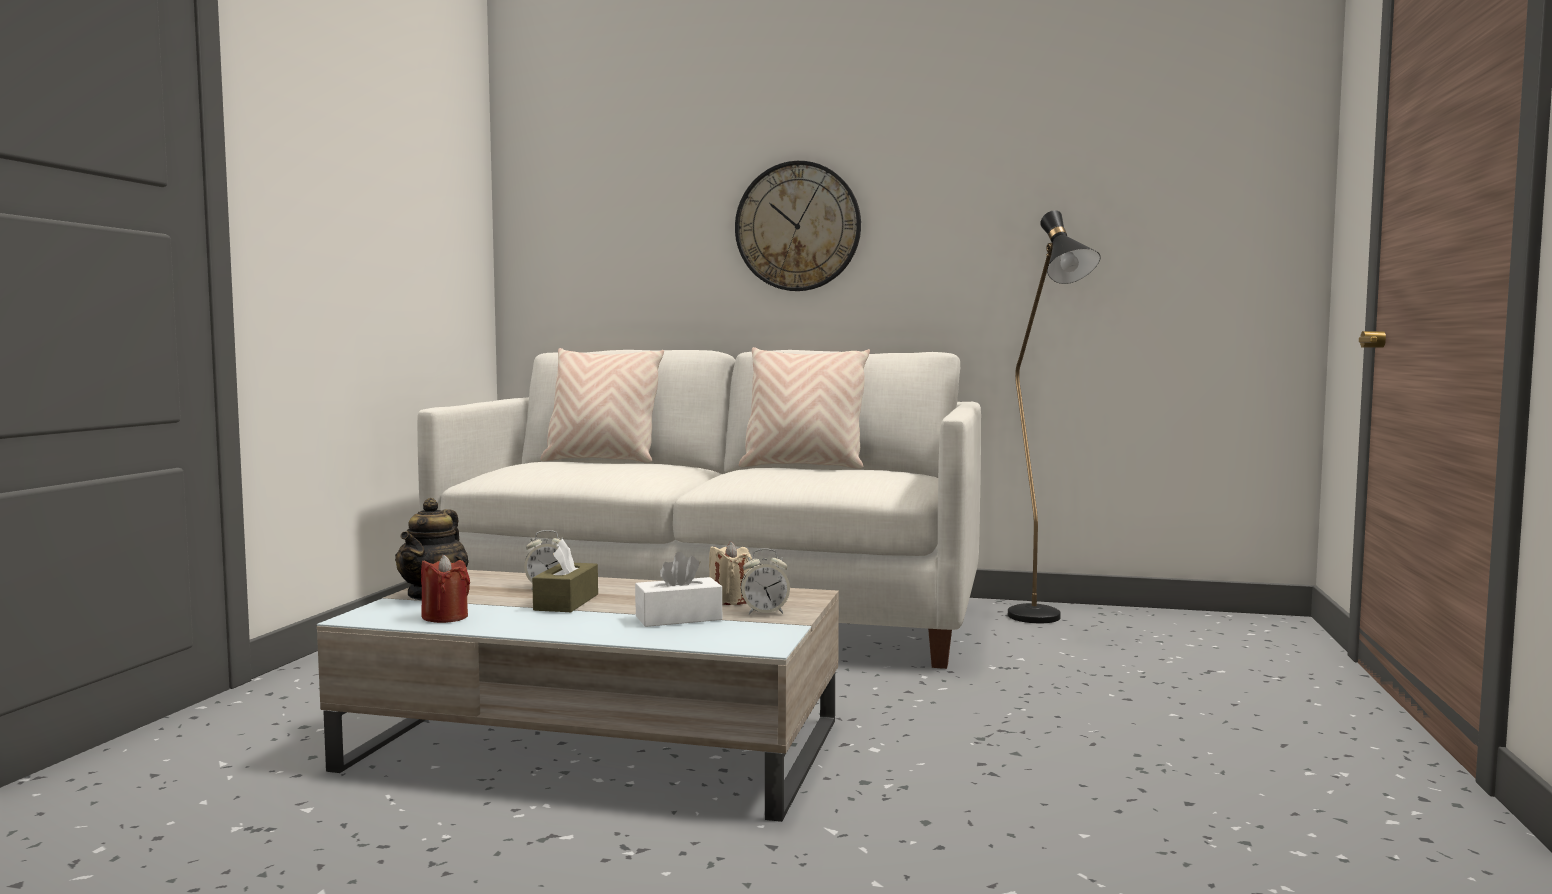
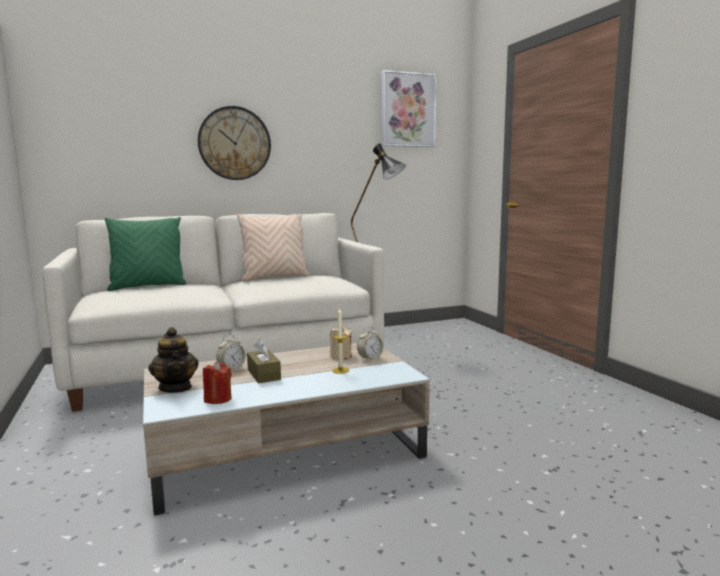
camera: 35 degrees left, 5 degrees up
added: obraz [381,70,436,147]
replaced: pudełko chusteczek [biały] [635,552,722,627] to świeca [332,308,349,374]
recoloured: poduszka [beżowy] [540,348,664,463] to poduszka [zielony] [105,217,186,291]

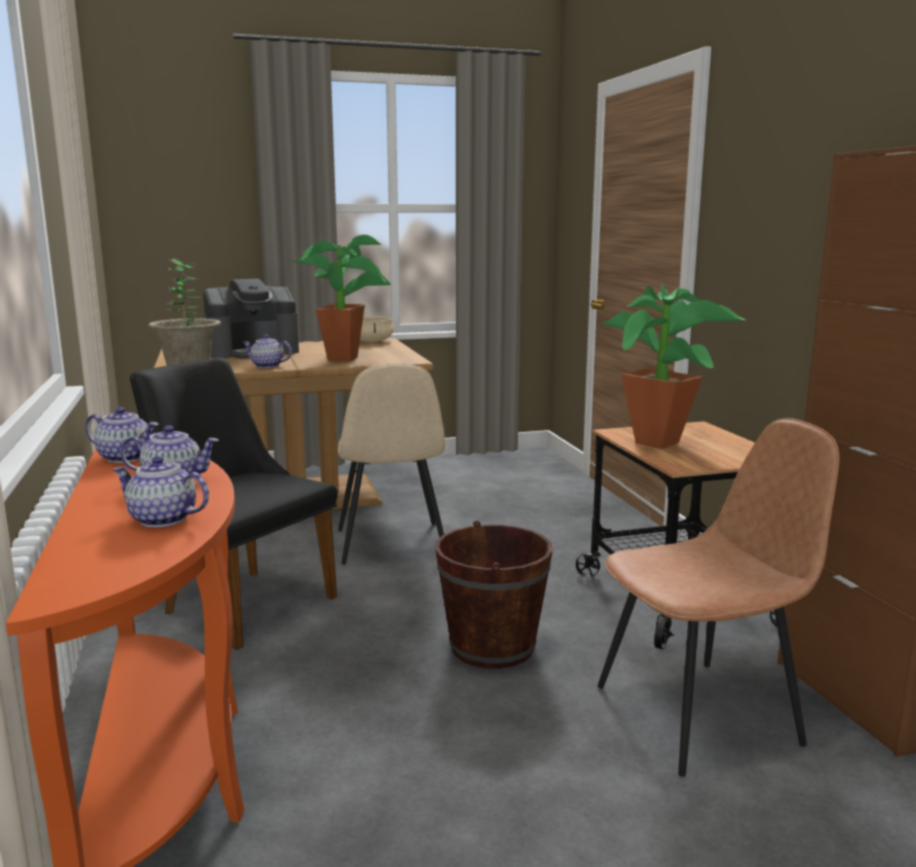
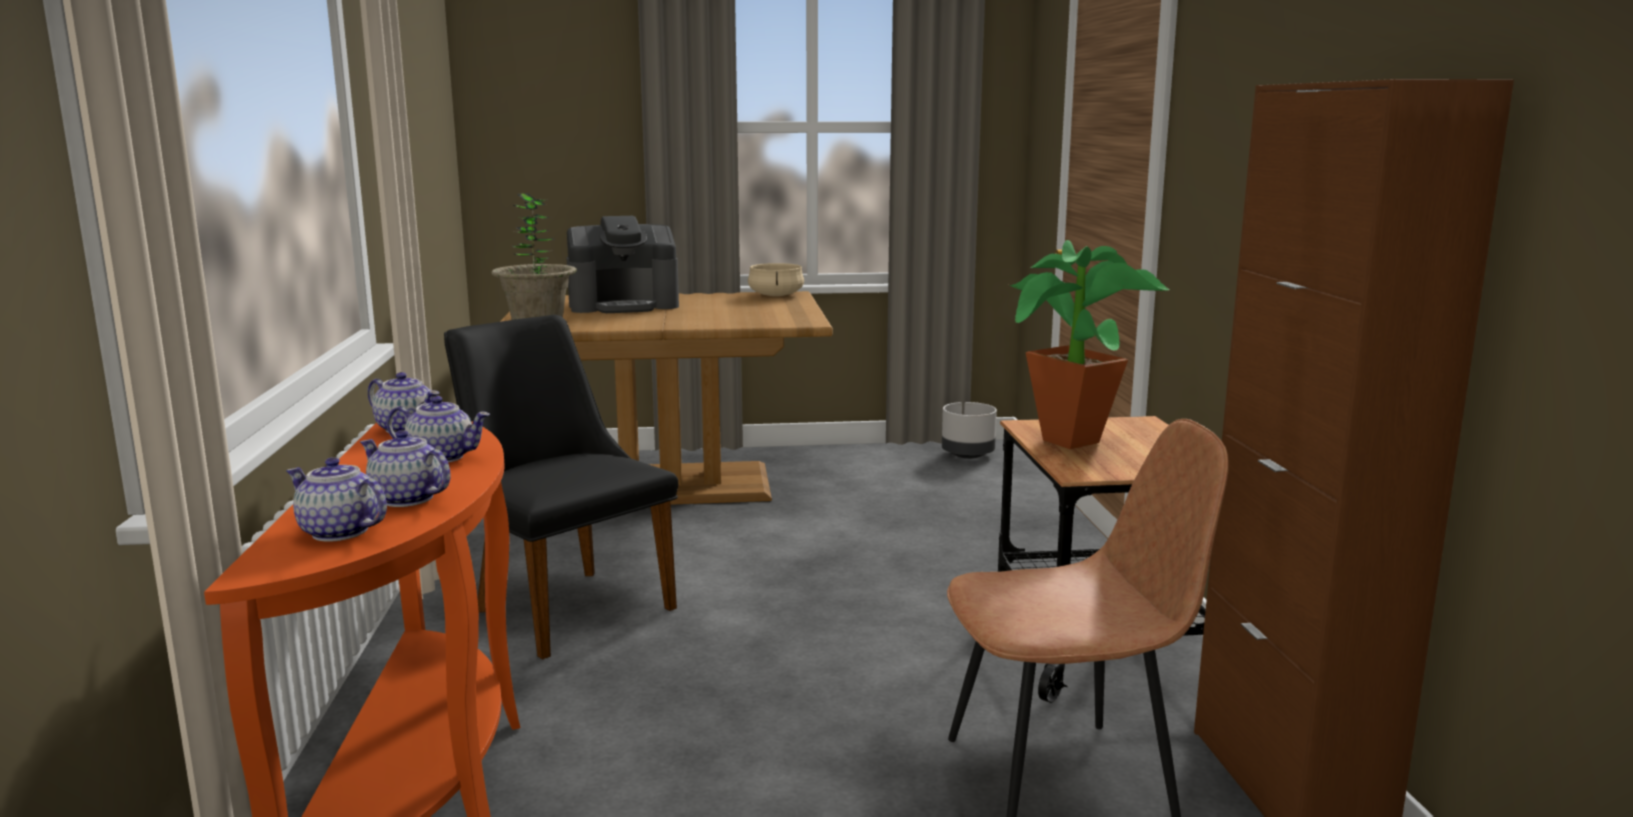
camera: 10 degrees right, 0 degrees up
removed: roślina doniczkowa [293,235,391,361]; krzesło [beżowy] [338,363,445,565]; wiadro [brązowy] [435,520,553,669]
added: donica [szary] [942,402,997,459]
moved: imbryk [242,334,292,368] to [286,457,387,542]

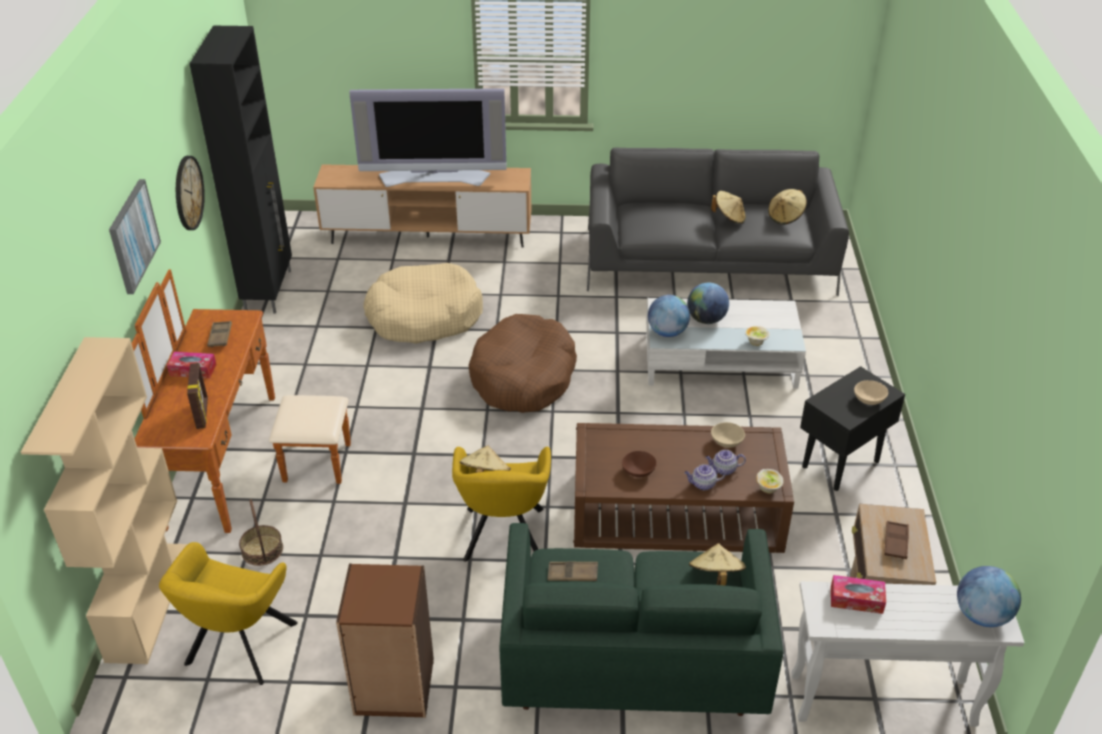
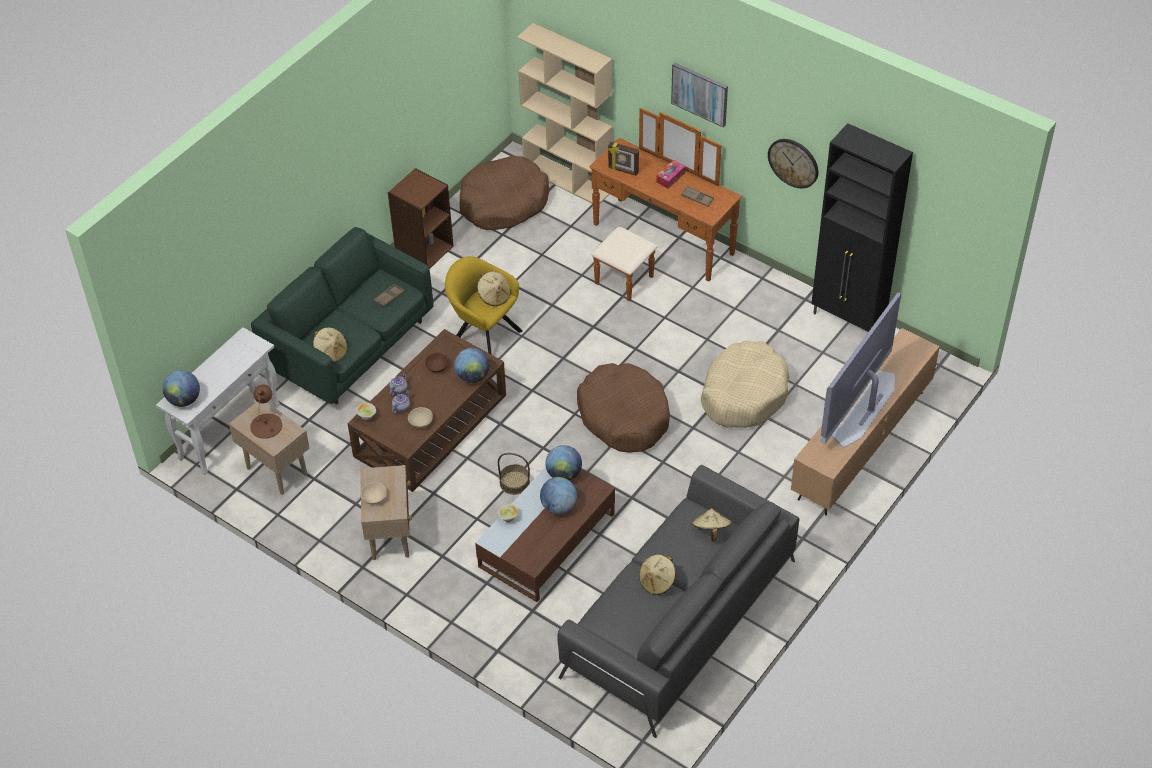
camera: 125 degrees right, 10 degrees up
removed: pudełko chusteczek [831,575,886,614]
added: globus [454,348,490,383]
moved: kapelusz [beżowy] [768,189,807,225] to [692,508,732,542]; koszyk [239,499,283,566] to [498,453,530,495]
replaced: taca [brązowy] [884,521,909,559] to lampa stołowa [brązowy] [250,385,282,439]; fotel [żółty] [159,542,298,685] to legowisko [brązowy] [460,156,550,230]
recoloured: ława [biały] [646,298,806,389] to ława [brązowy] [475,467,615,602]; stolik [czarny] [800,366,905,491] to stolik [beżowy] [360,465,412,560]

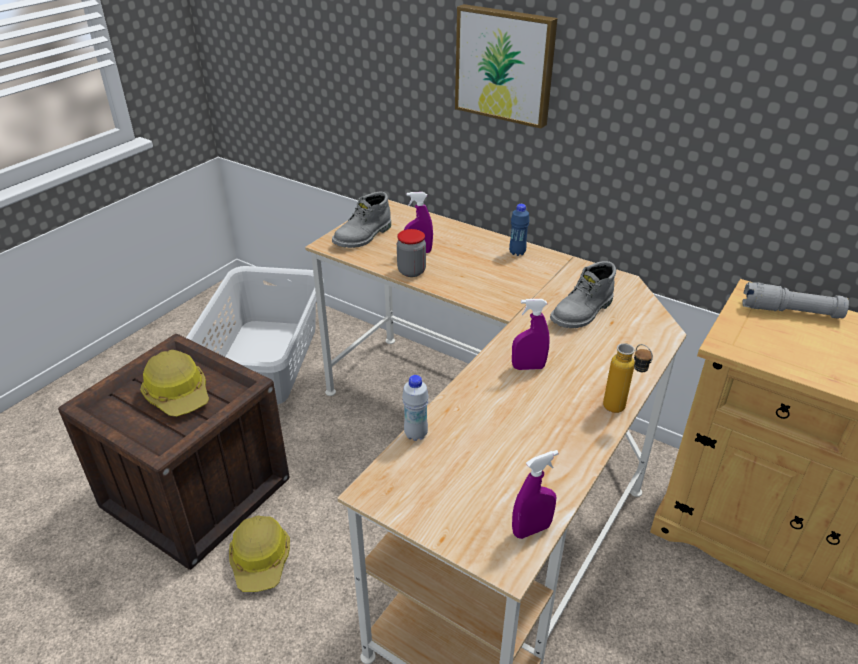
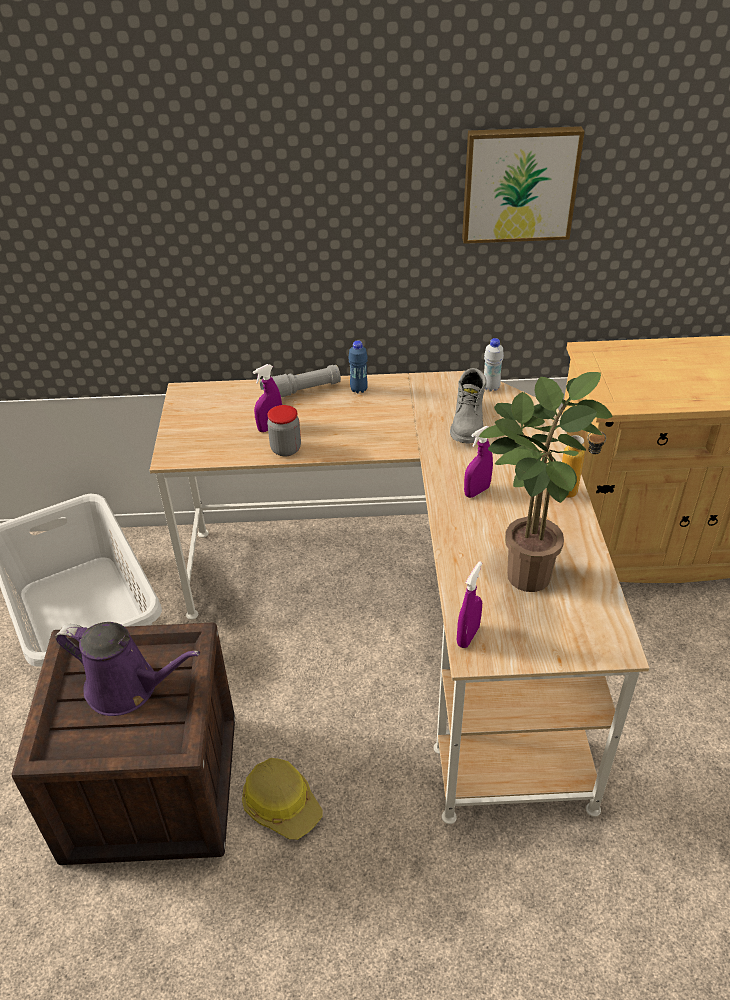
camera: 35 degrees left, 5 degrees up
removed: but z cholewką [szary] [332,192,391,248]
added: roślina doniczkowa [479,372,613,592]
moved: obraz [455,4,558,128] to [462,126,585,244]; latarka [szary] [742,282,849,319] to [260,365,341,397]; butelka [biały] [402,375,429,441] to [484,338,504,392]; spryskiwacz [fioletowy] [512,450,559,539] to [457,561,482,648]
replaced: kask [140,350,209,417] to konewka [fioletowy] [55,622,200,716]

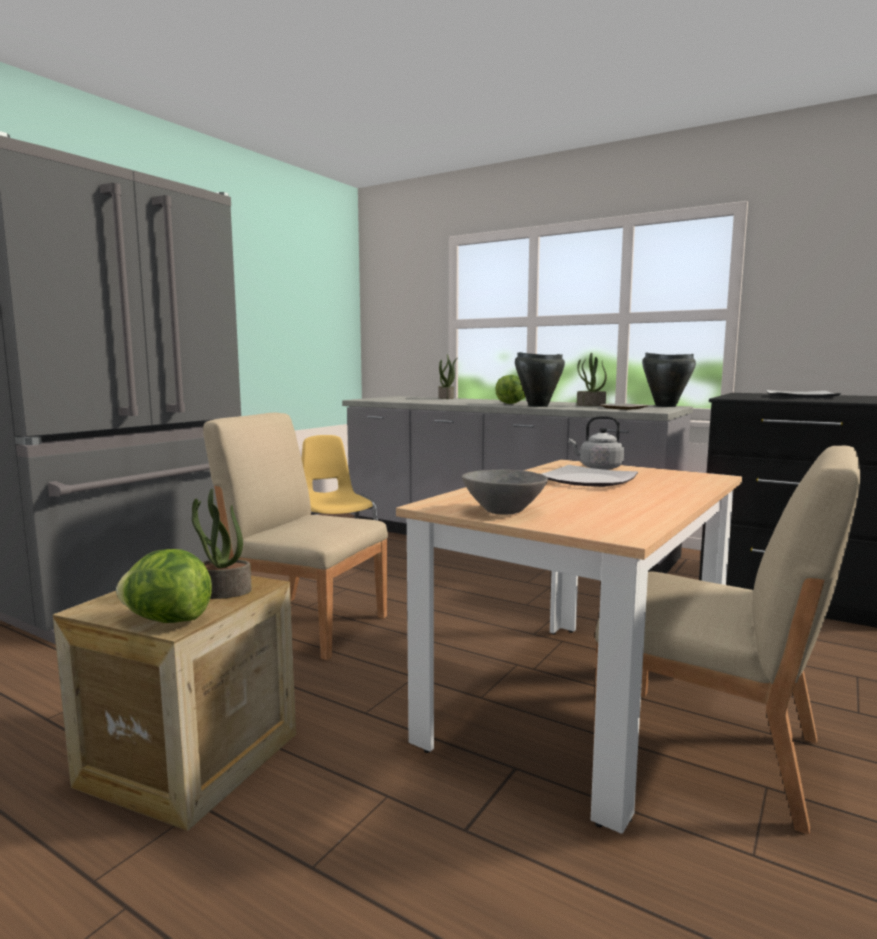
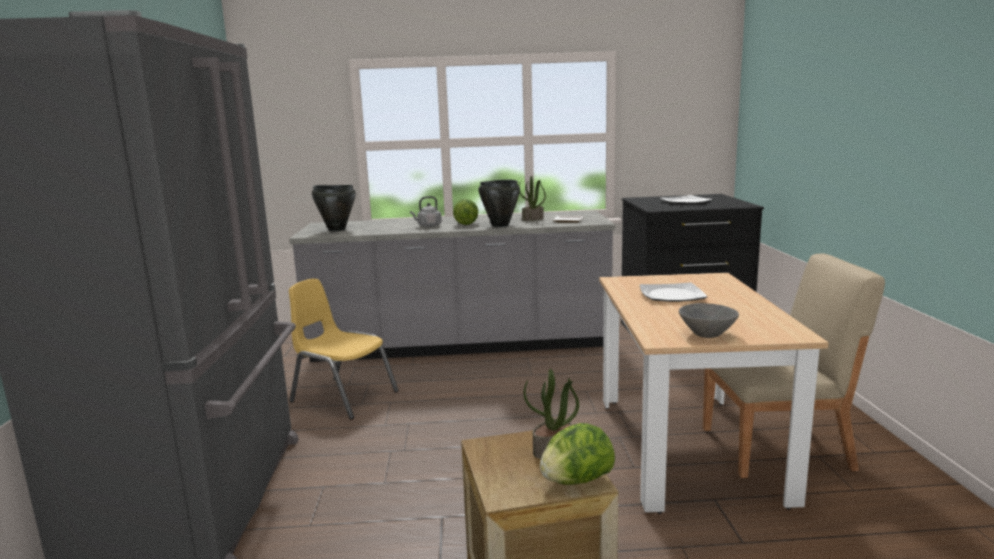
camera: 35 degrees left, 5 degrees up
removed: roślina doniczkowa [438,354,458,399]; krzesło [beżowy] [203,413,388,660]
moved: garnek [czarny] [642,353,696,407] to [312,185,356,231]; czajnik [szary] [569,416,624,470] to [410,196,442,227]

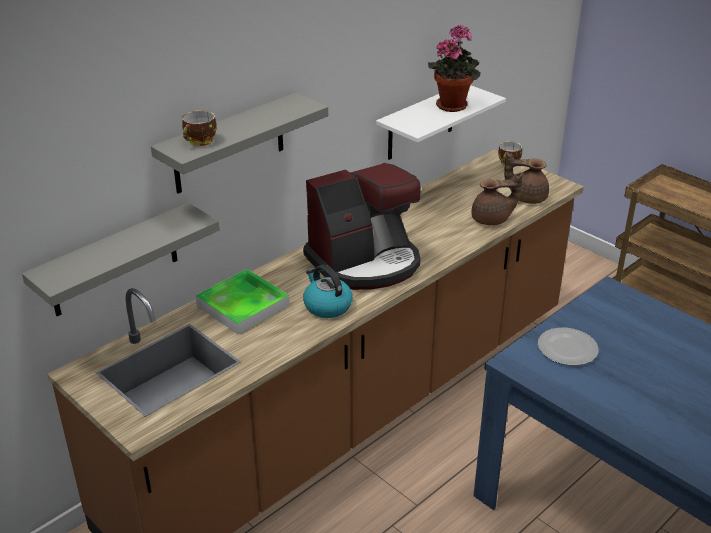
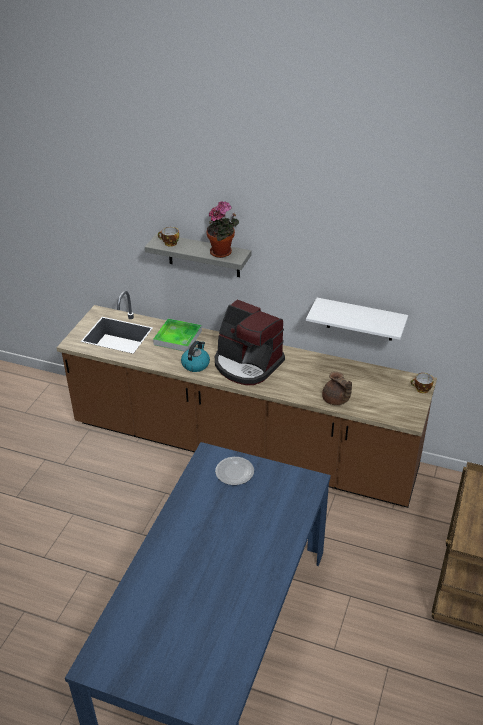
camera: 65 degrees right, 5 degrees up
removed: imbryk [brązowy] [504,152,549,204]; półka [szary] [22,203,220,316]
moved: roślina doniczkowa [428,24,481,112] to [206,201,239,258]

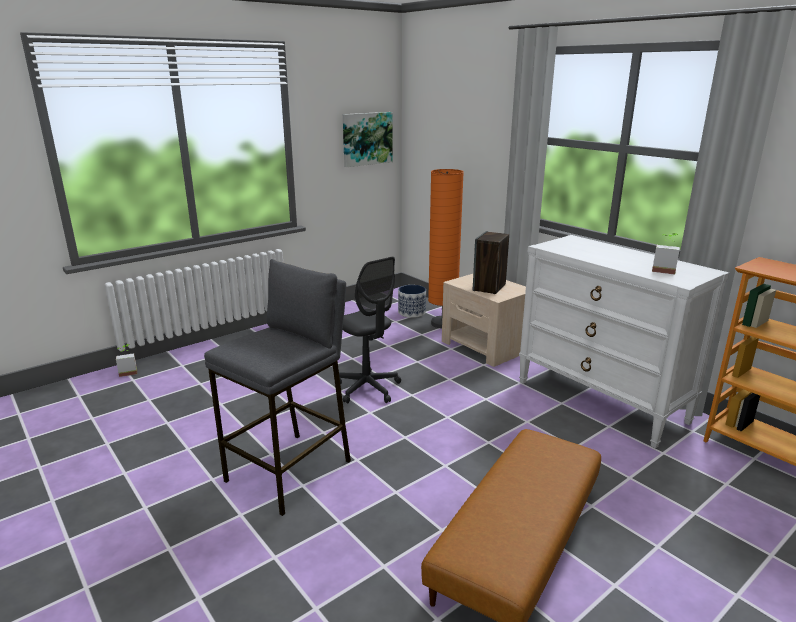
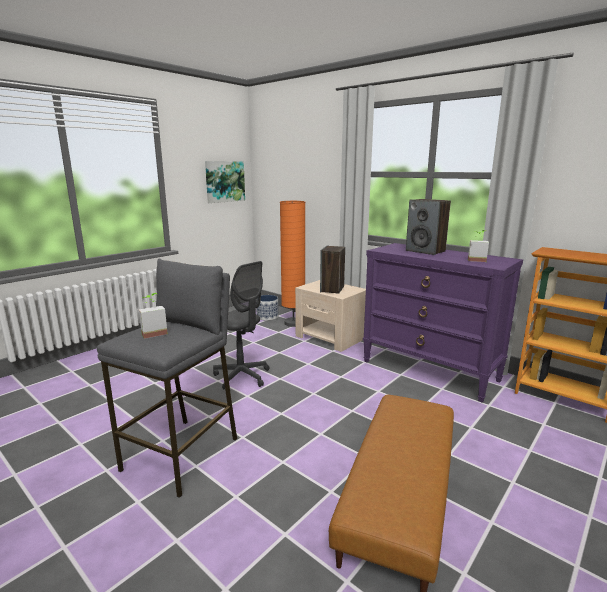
camera: 10 degrees left, 5 degrees down
added: głośnik [406,199,451,255]
moved: roślina doniczkowa [116,344,137,377] to [139,293,168,339]
recoloured: komoda [biały] [519,235,729,449] to komoda [fioletowy] [363,243,523,402]

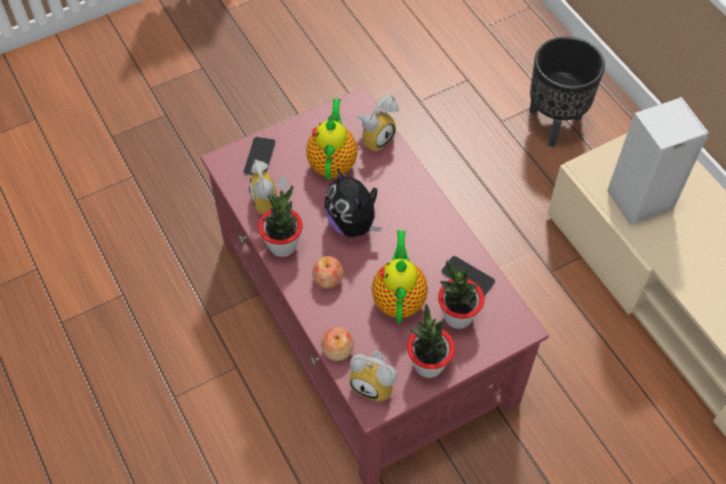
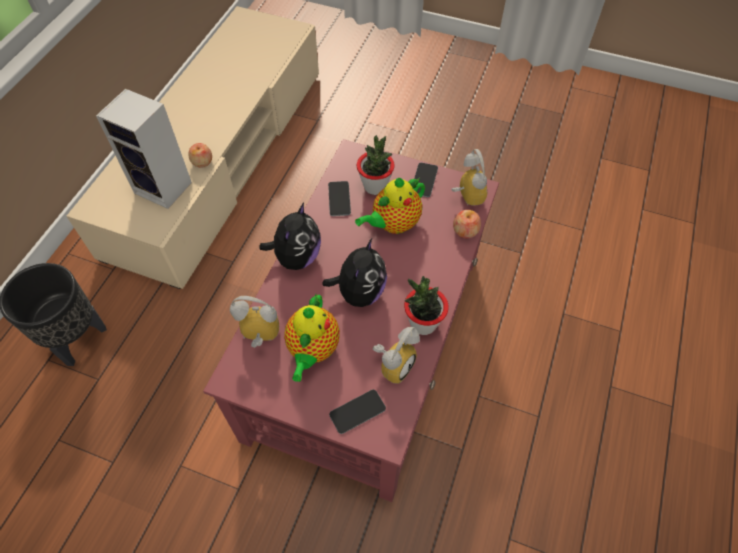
camera: 130 degrees left, 0 degrees up
added: pluszak [259,203,321,270]
moved: jabłko [312,256,343,289] to [189,143,212,168]
replaced: roślina doniczkowa [407,304,455,378] to telefon [414,163,438,197]
turned: imbryk [306,99,358,180] = [284,294,340,382] 45 degrees counterclockwise

